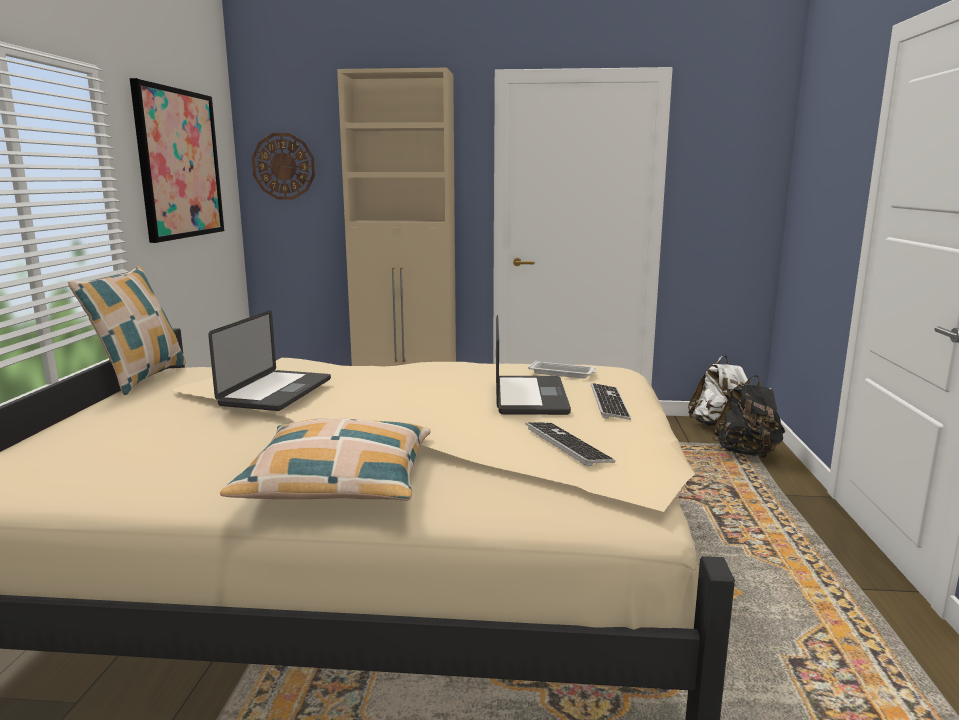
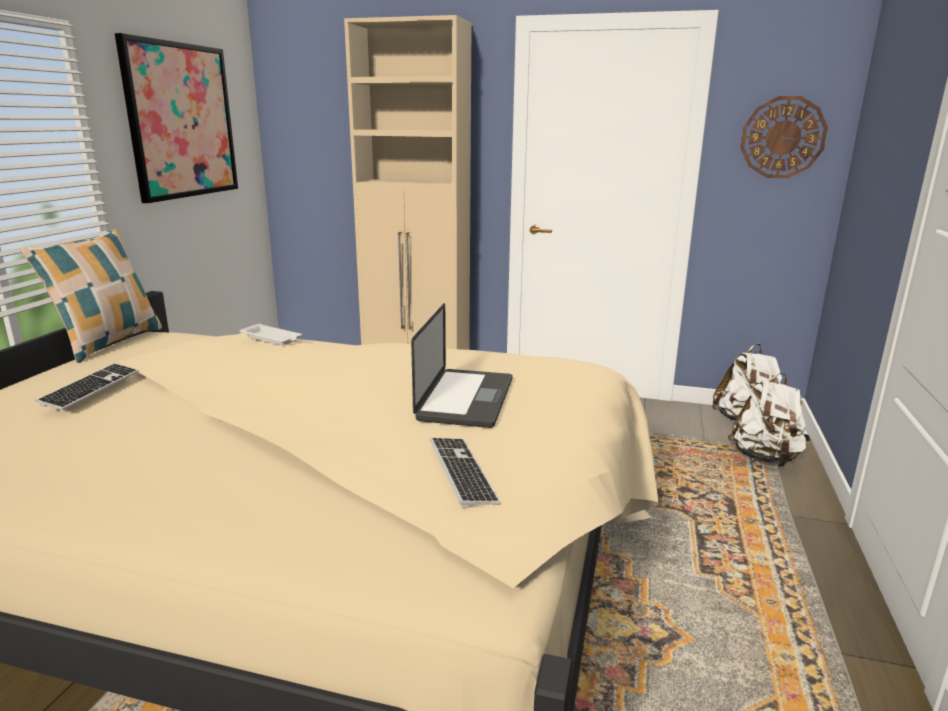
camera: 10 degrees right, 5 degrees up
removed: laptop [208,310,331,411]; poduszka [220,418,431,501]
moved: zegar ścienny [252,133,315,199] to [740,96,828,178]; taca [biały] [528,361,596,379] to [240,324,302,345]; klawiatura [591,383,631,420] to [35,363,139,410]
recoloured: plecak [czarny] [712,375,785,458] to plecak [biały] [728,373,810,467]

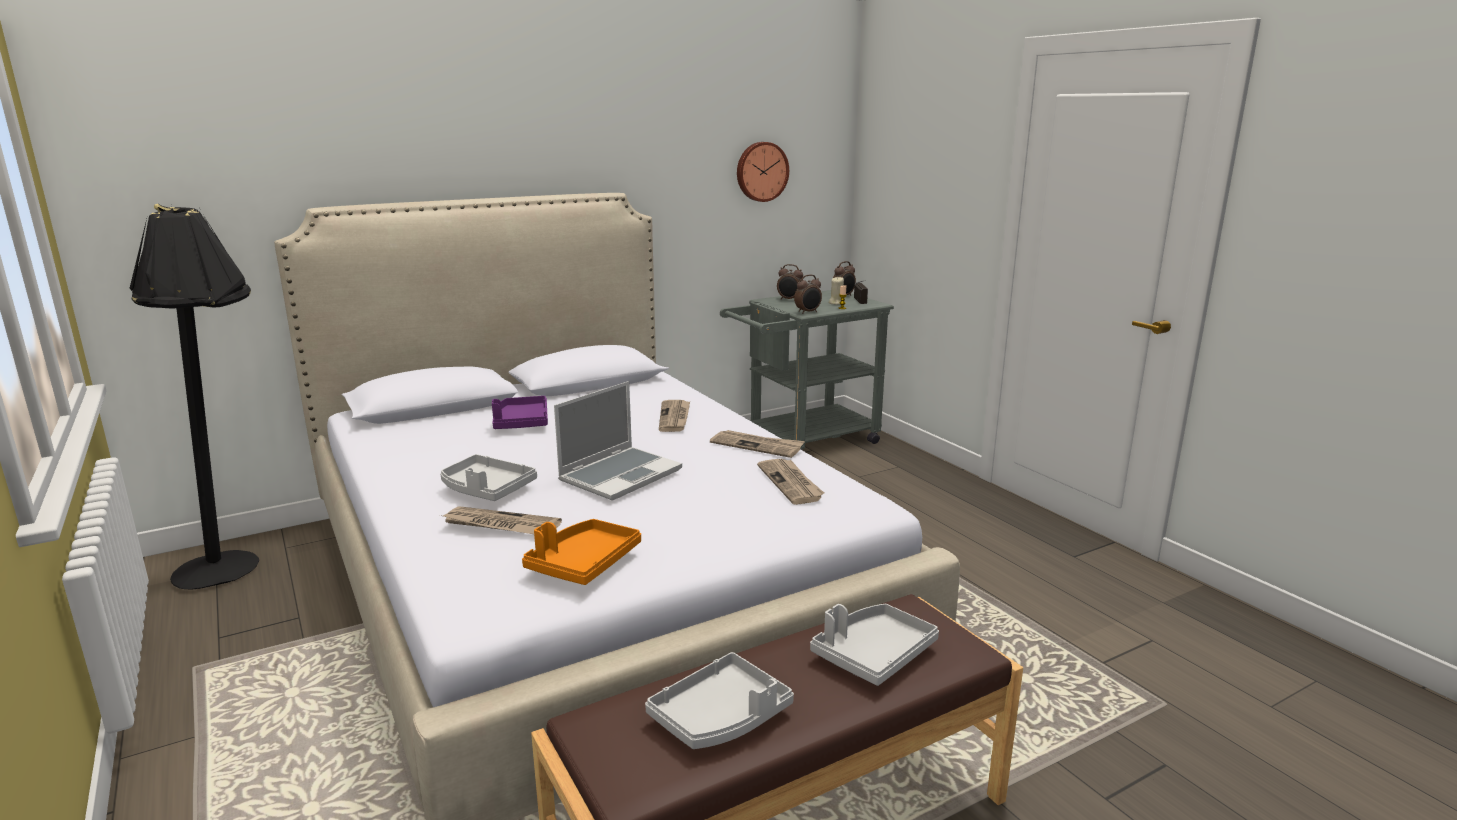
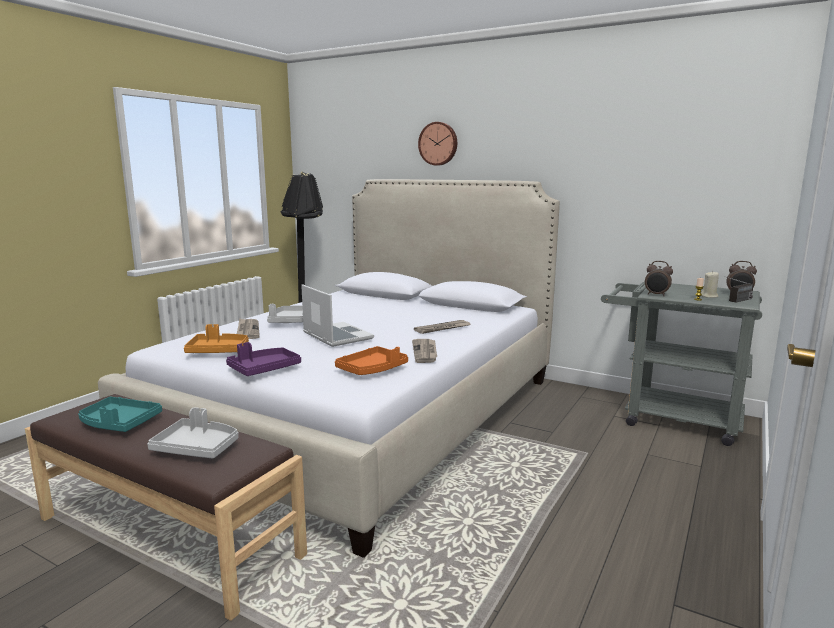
camera: 60 degrees right, 5 degrees down
removed: budzik [777,264,803,300]
moved: zegar ścienny [737,142,789,202] to [418,122,457,165]; taca [fioletowy] [492,396,548,429] to [226,342,301,376]
replaced: gazeta [757,459,824,505] to taca [pomarańczowy] [335,346,408,375]
recoloured: taca [szary] [645,652,794,749] to taca [turkusowy] [78,397,162,432]
turned: laptop [554,381,682,501] = [301,284,374,347] 135 degrees counterclockwise

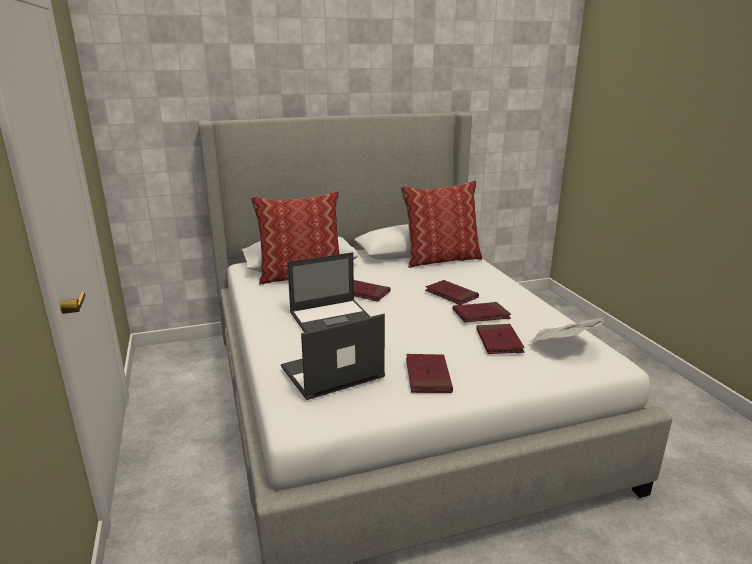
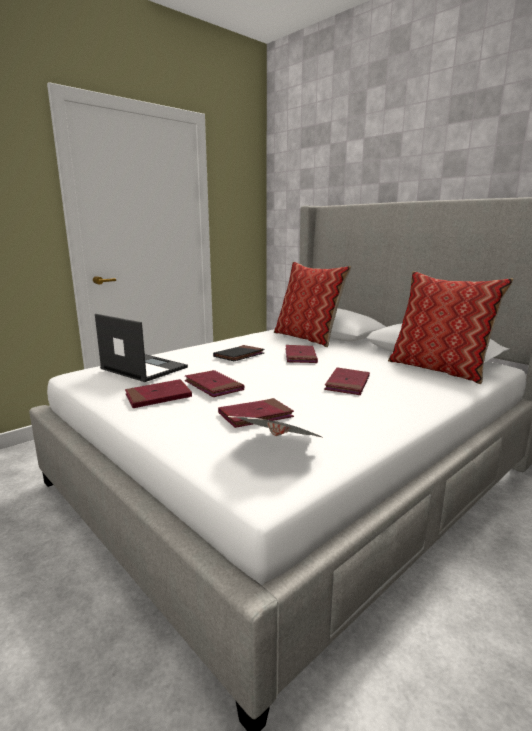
camera: 65 degrees right, 5 degrees down
moved: książka [czerwony] [453,302,511,323] to [185,370,244,397]
replaced: laptop [287,252,371,333] to książka [czarny] [213,345,264,361]

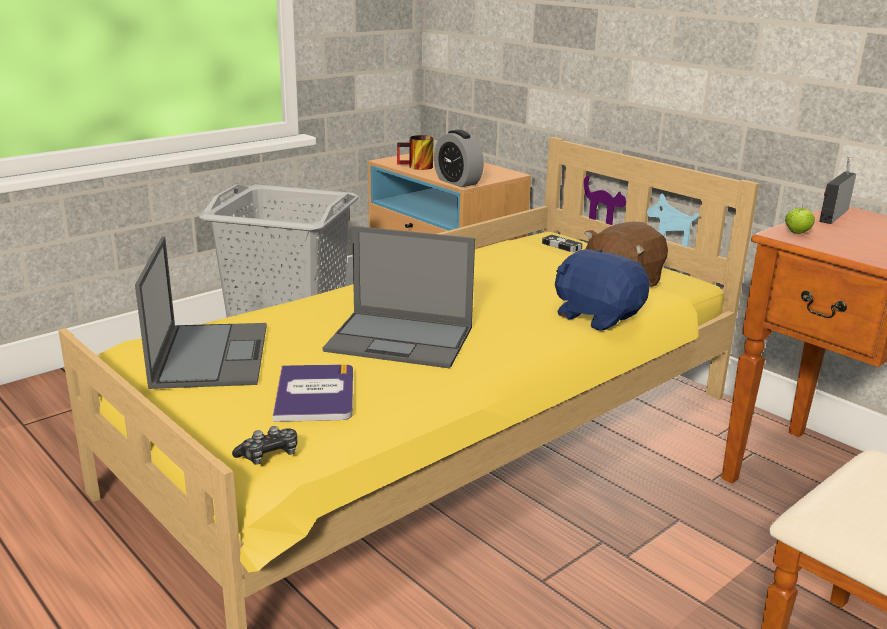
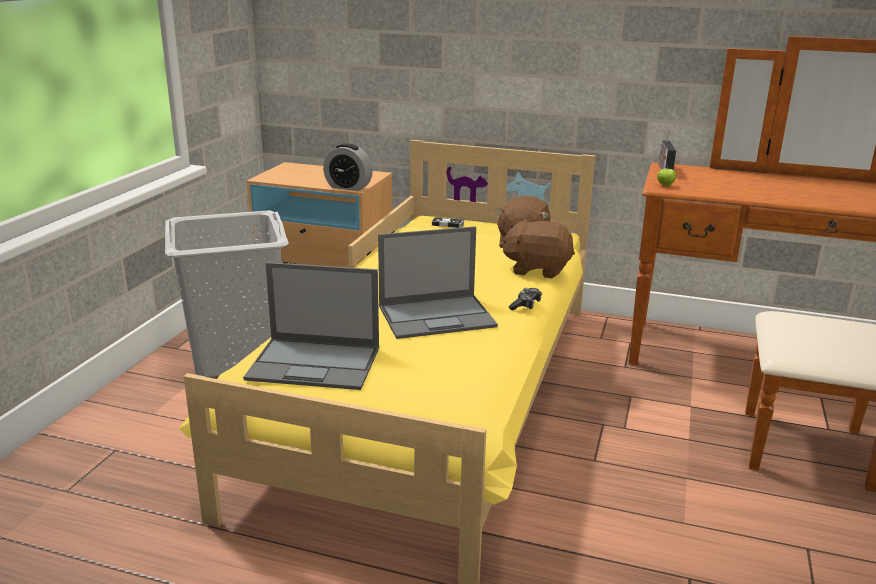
camera: 30 degrees left, 0 degrees up
removed: kubek [397,135,434,170]; książka [273,364,353,422]
moved: pad do gier [232,426,297,465] to [509,288,542,310]
recoloured: pluszak [niebieski] [555,249,650,331] to pluszak [brązowy] [499,219,575,278]
turned: laptop [135,237,267,389] = [243,262,379,390] 135 degrees clockwise

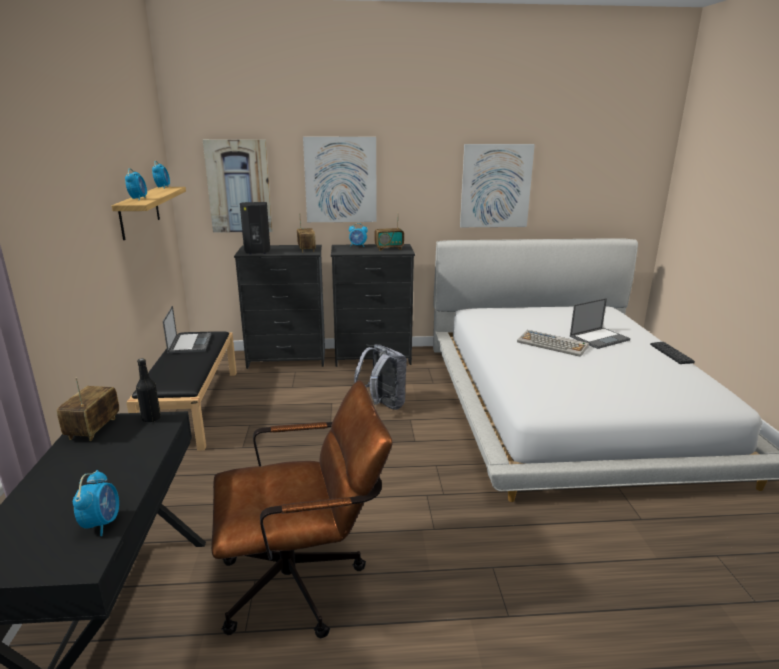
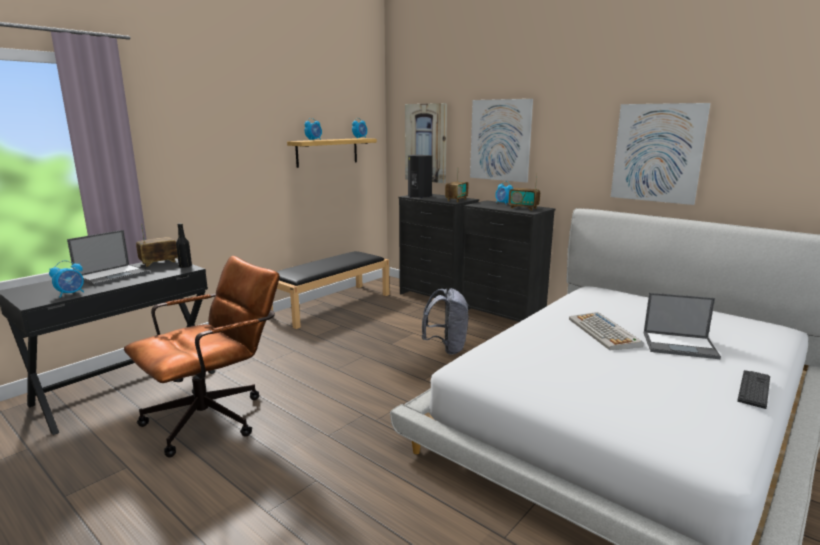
camera: 45 degrees right, 5 degrees down
moved: laptop [163,306,212,354] to [67,230,150,286]
turned: krzesło biurowe [brązowy] [211,380,392,638] = [124,256,279,458] 75 degrees counterclockwise

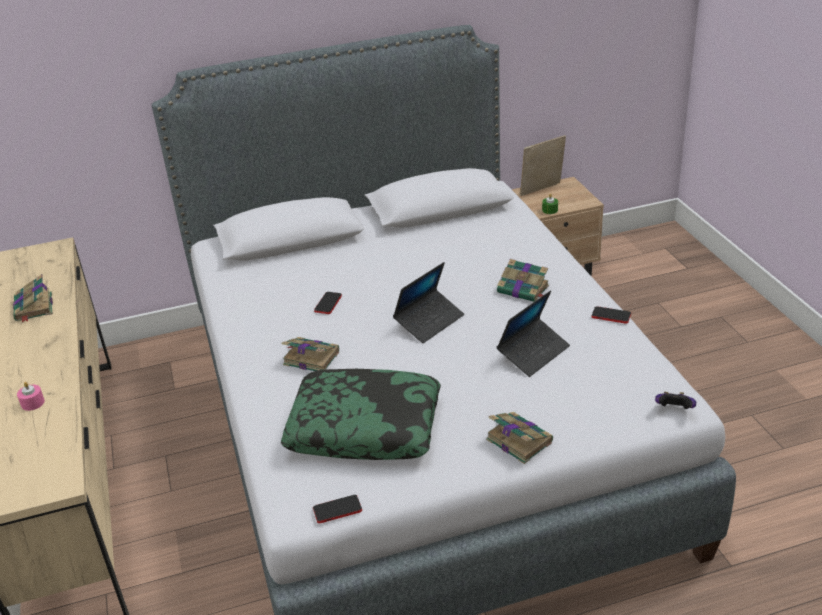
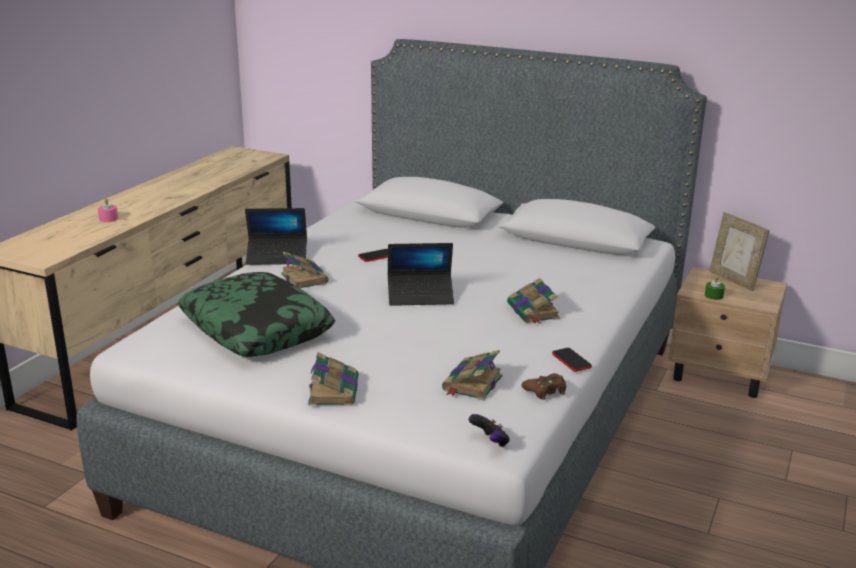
camera: 40 degrees right, 10 degrees down
removed: telefon [313,495,362,523]
added: pad do gier [brązowy] [522,373,566,400]
moved: książka [13,274,53,323] to [442,350,503,401]; laptop [497,290,570,377] to [245,208,307,265]
turned: ramka na zdjęcie [520,135,566,196] = [710,212,769,291] 135 degrees counterclockwise

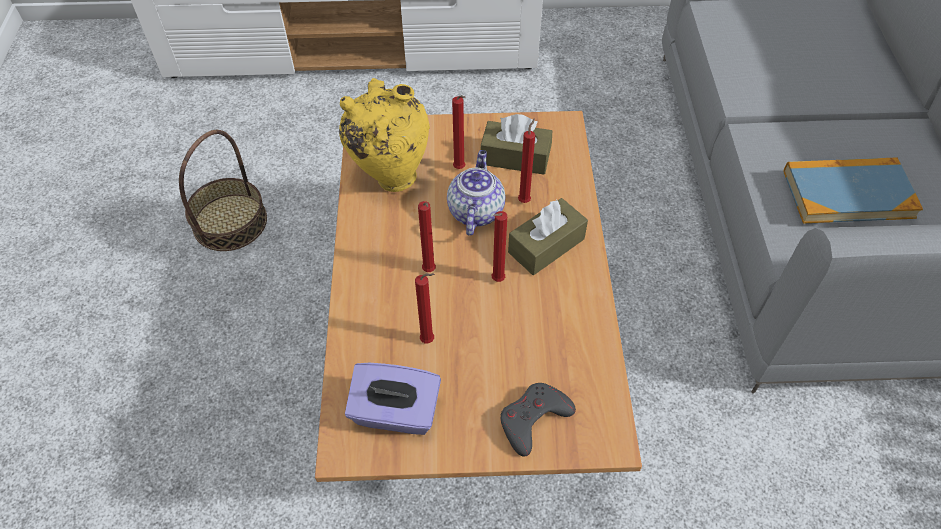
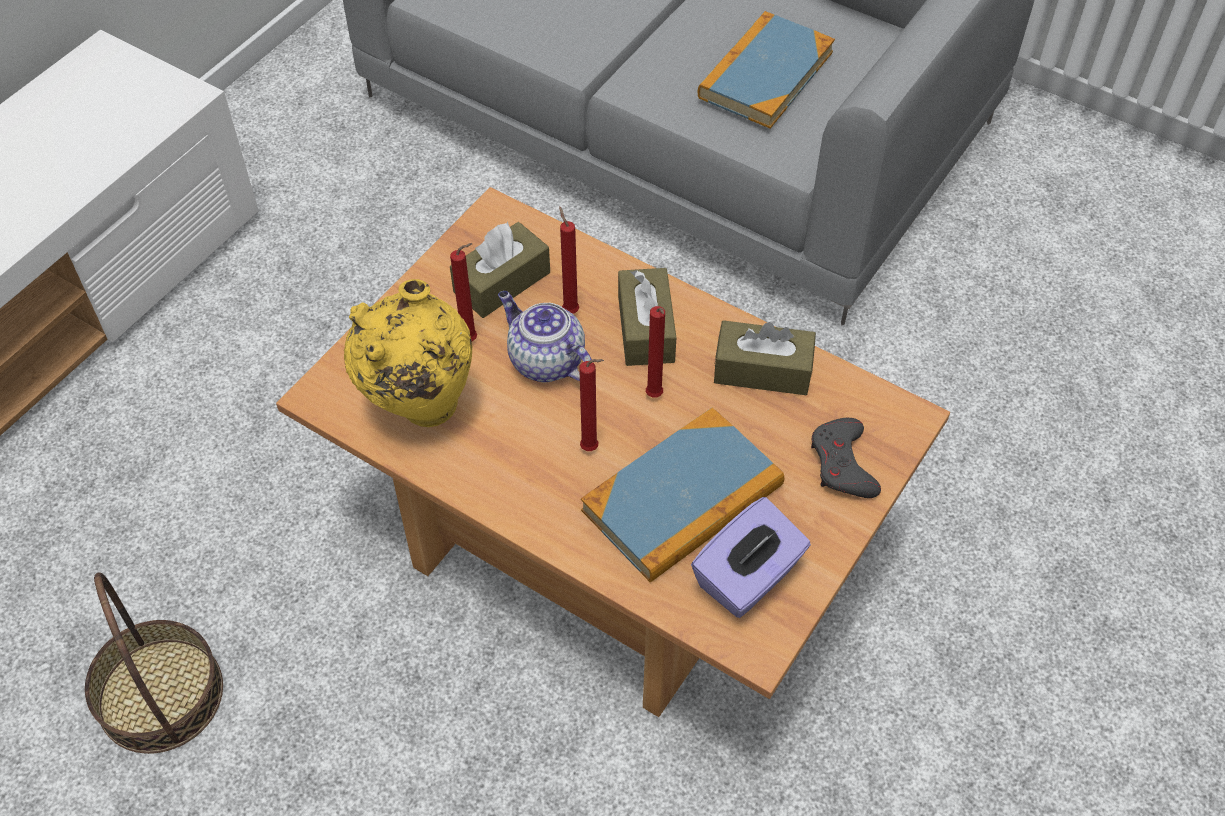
camera: 55 degrees left, 0 degrees up
added: pudełko chusteczek [brązowy] [714,320,816,395]
replaced: świeca [czerwony] [415,273,435,343] to książka [581,407,784,582]

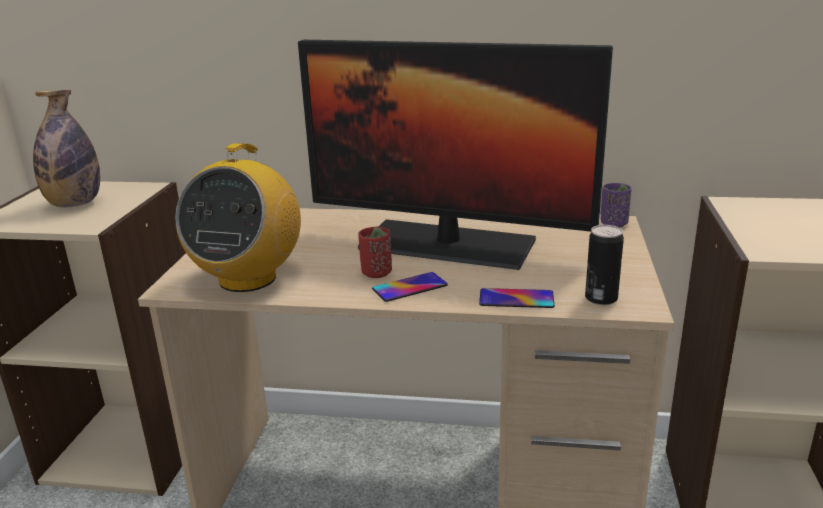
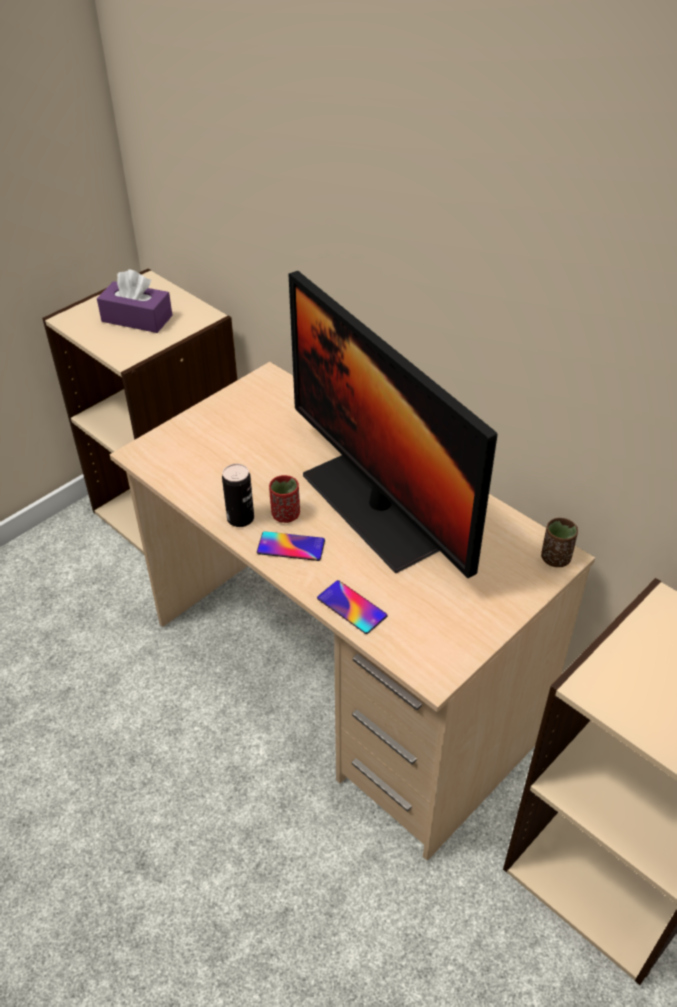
camera: 35 degrees right, 20 degrees up
removed: radio [175,143,301,292]
moved: puszka [585,225,624,305] to [222,464,254,527]
replaced: butelka [33,90,100,207] to pudełko chusteczek [fioletowy] [97,269,173,333]
recoloured: filiżanka [fioletowy] [600,183,631,228] to filiżanka [brązowy] [541,518,578,567]

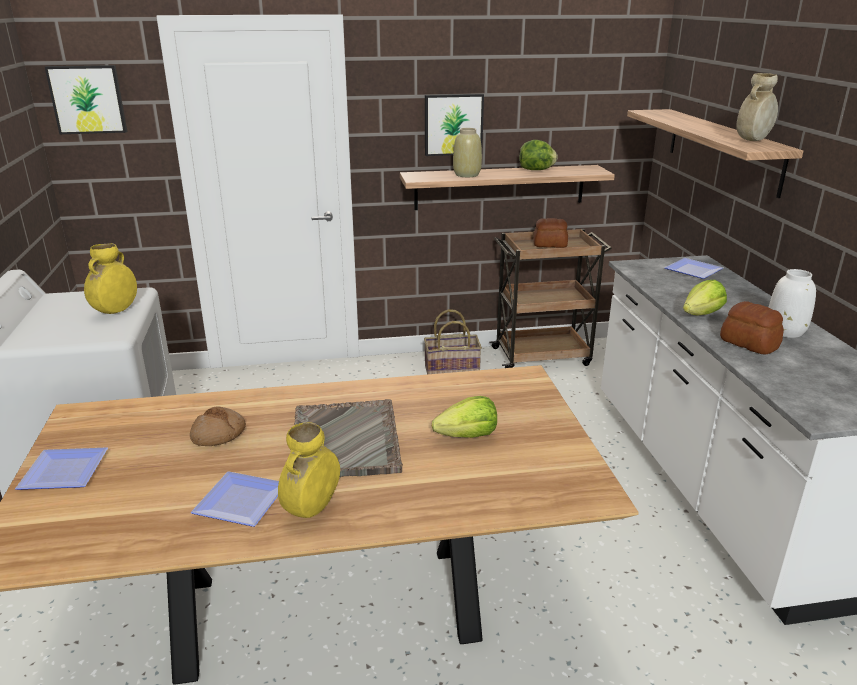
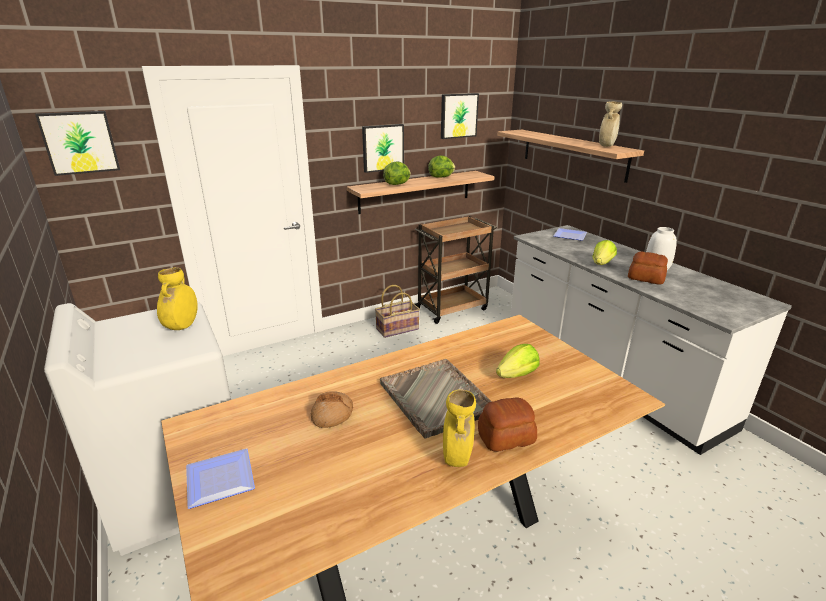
camera: 20 degrees left, 0 degrees up
removed: talerz [191,471,279,527]
added: obraz [441,93,479,139]
moved: chleb [533,218,568,248] to [478,397,537,452]
replaced: wazon [beżowy] [453,128,482,177] to sałata [383,161,411,185]

